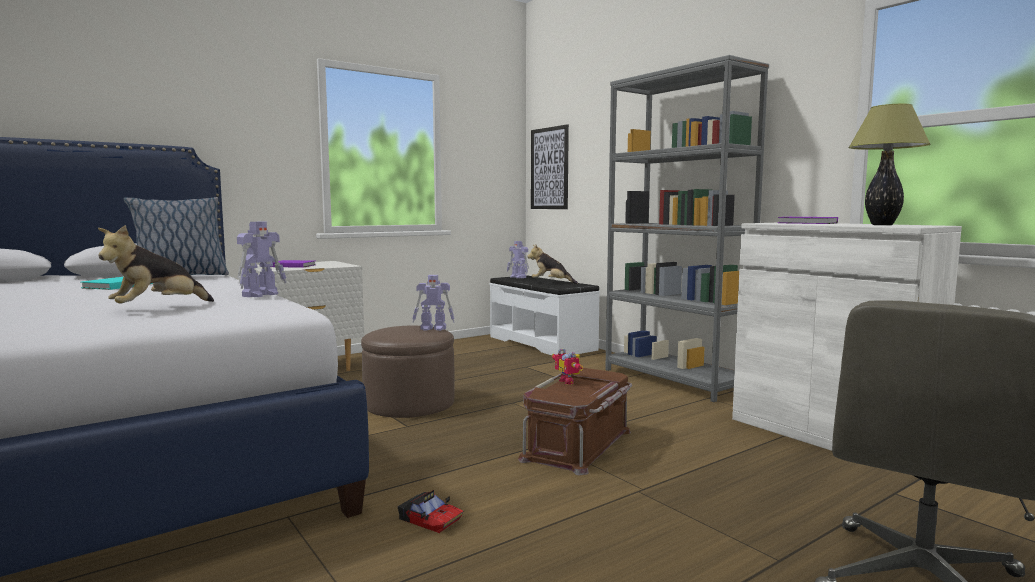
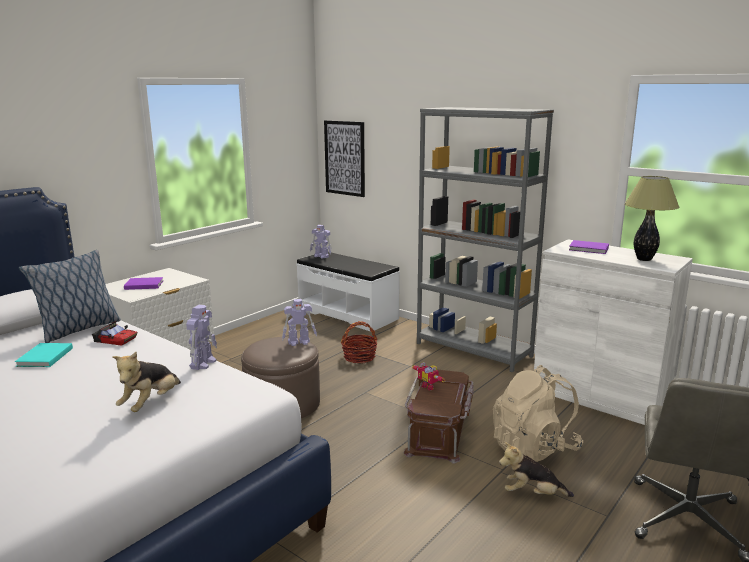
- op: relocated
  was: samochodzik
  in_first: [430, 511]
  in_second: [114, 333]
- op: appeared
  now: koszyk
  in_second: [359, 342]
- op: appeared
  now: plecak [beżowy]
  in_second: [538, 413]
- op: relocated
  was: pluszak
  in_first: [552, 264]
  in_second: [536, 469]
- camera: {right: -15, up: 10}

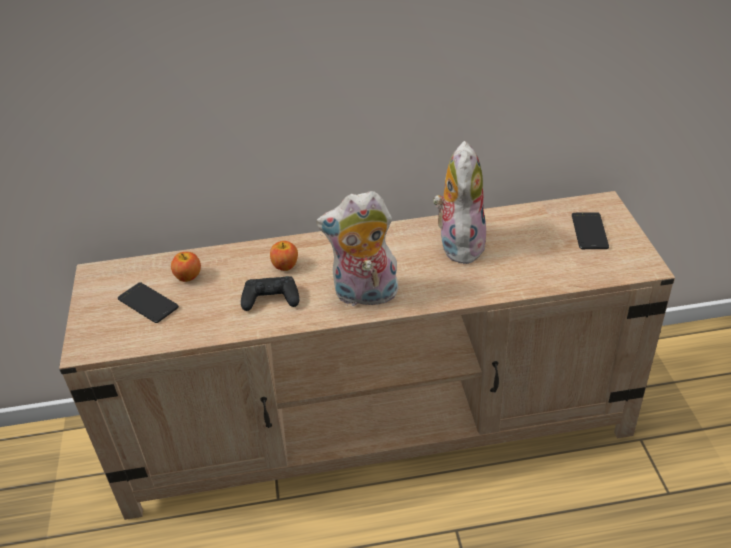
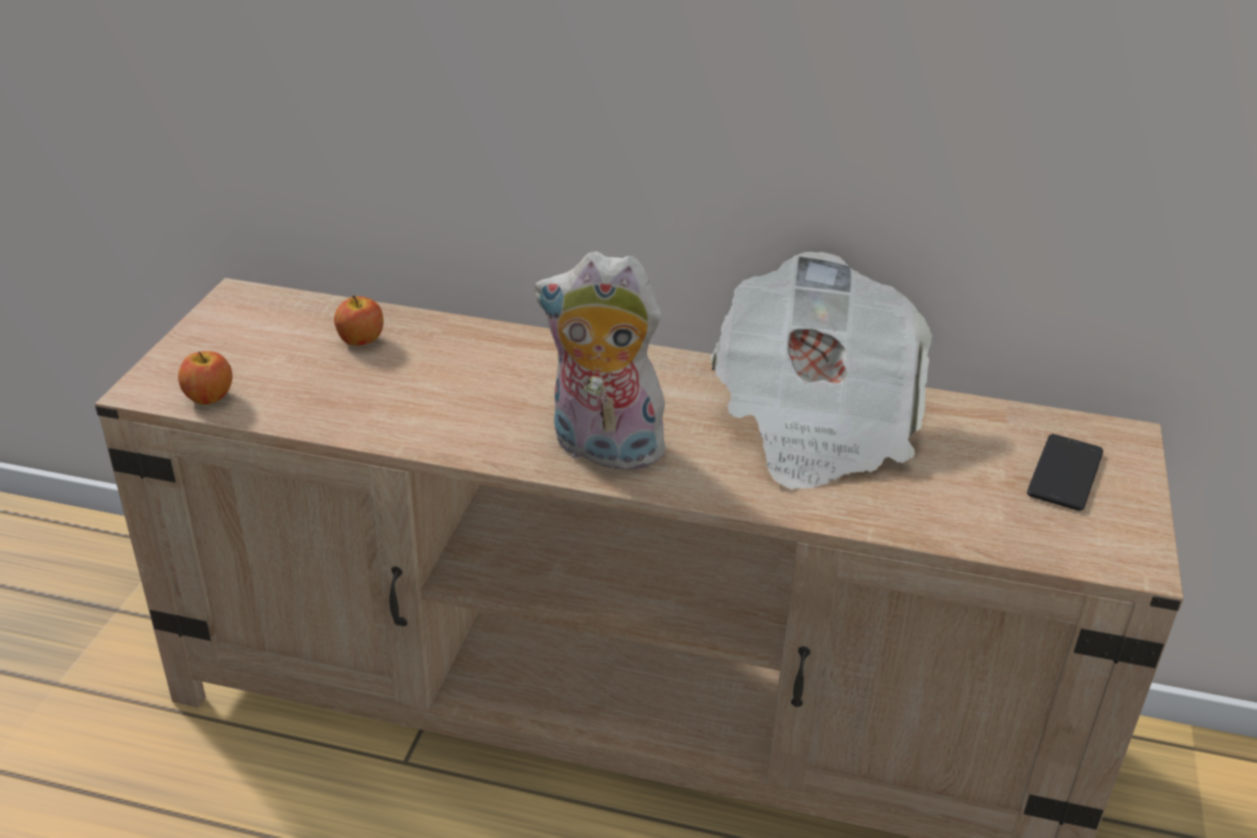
- op: relocated
  was: jabłko
  in_first: [284, 256]
  in_second: [205, 378]
- op: exchanged
  was: pluszak
  now: gazeta
  in_first: [459, 202]
  in_second: [821, 370]
- op: missing
  was: telefon
  in_first: [148, 302]
- op: missing
  was: pad do gier [czarny]
  in_first: [270, 293]
- camera: {right: 20, up: -5}

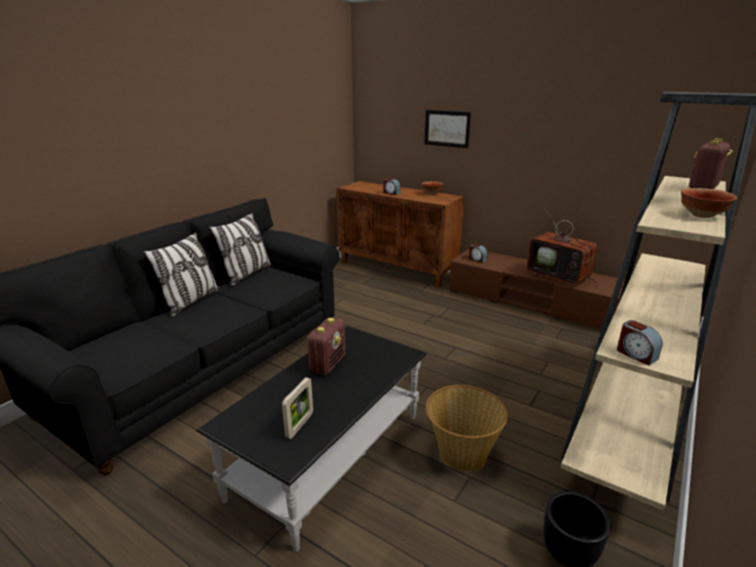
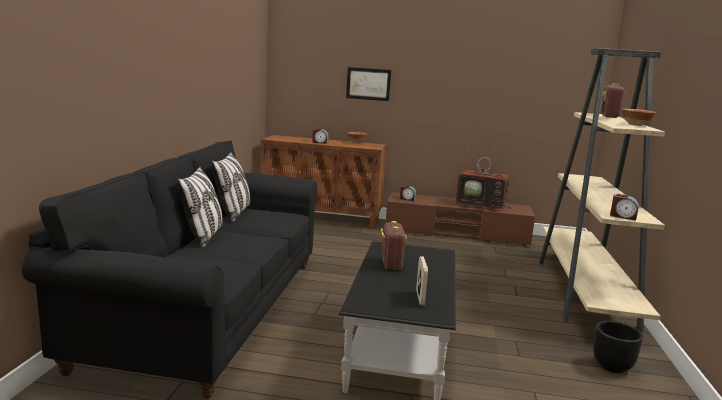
- op: missing
  was: koszyk
  in_first: [467, 428]
- camera: {right: -25, up: -10}

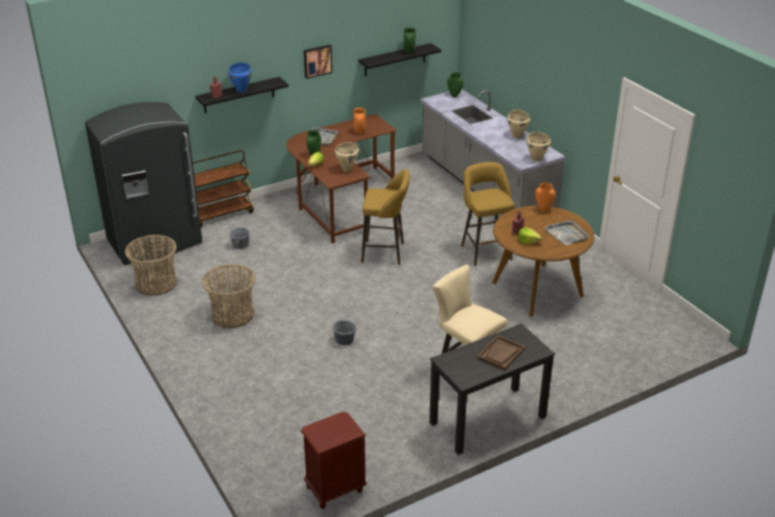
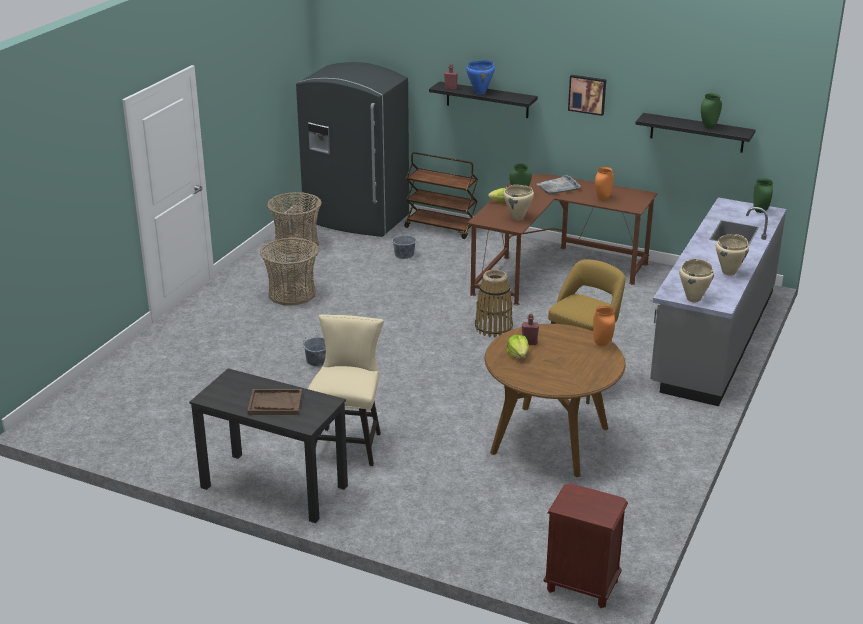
- op: exchanged
  was: stołek [żółty]
  now: koszyk
  in_first: [385, 217]
  in_second: [494, 303]
- op: relocated
  was: szafka nocna [brązowy]
  in_first: [334, 460]
  in_second: [585, 546]
- op: missing
  was: taca [szary]
  in_first: [566, 232]
- camera: {right: 55, up: -5}

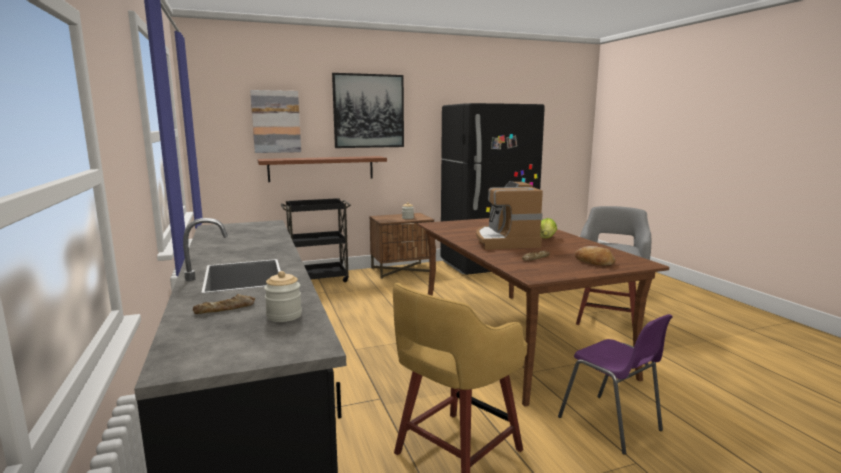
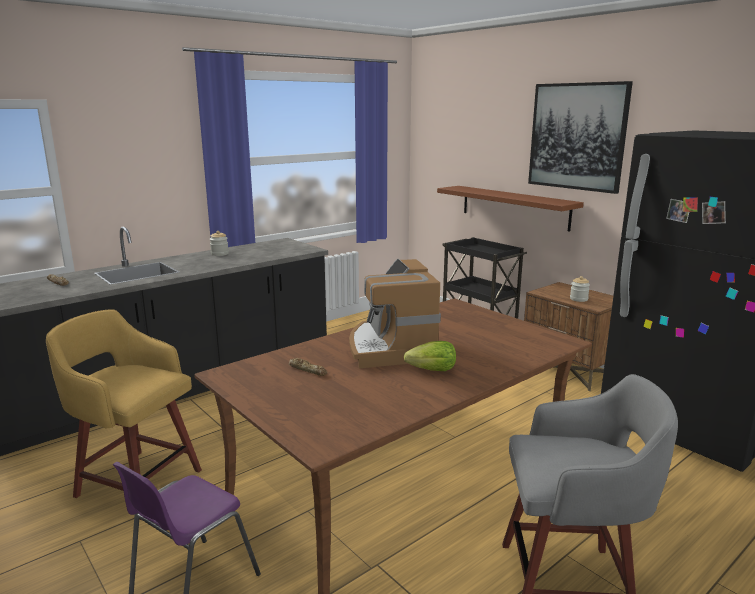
- op: relocated
  was: słoik
  in_first: [283, 296]
  in_second: [219, 243]
- op: spun
  was: ekspres do kawy
  in_first: [509, 215]
  in_second: [395, 313]
  clockwise: -75
- op: missing
  was: obraz
  in_first: [275, 121]
- op: missing
  was: chleb
  in_first: [595, 256]
- camera: {right: 70, up: 5}

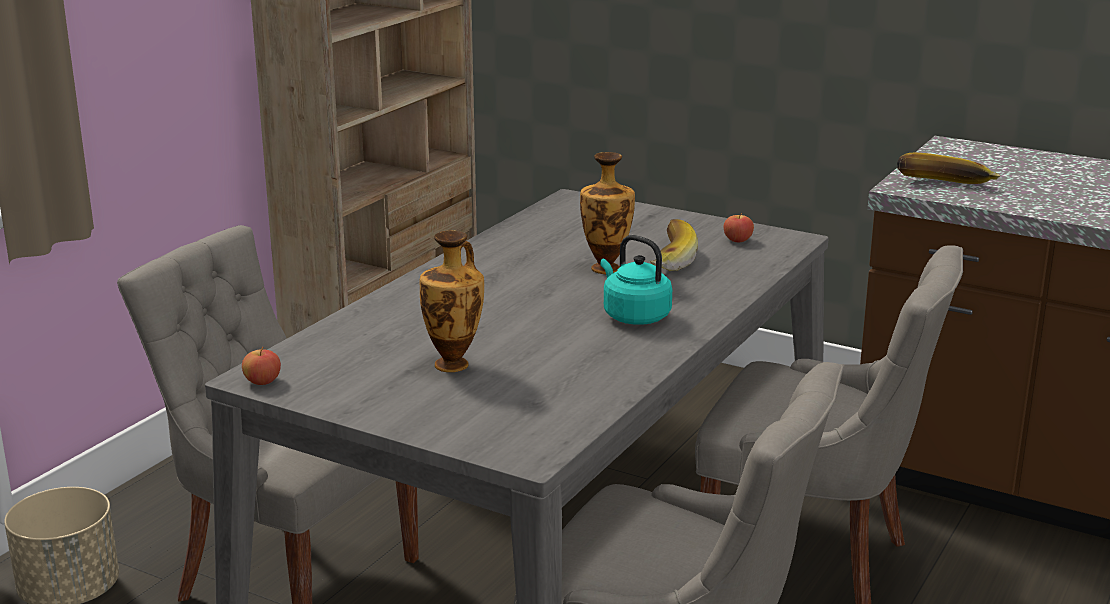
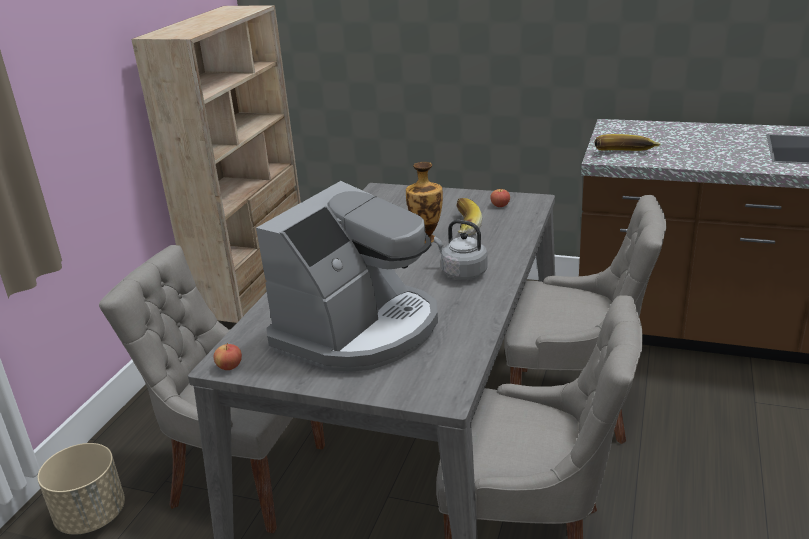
- op: exchanged
  was: wazon
  now: ekspres do kawy
  in_first: [452, 301]
  in_second: [347, 276]
- op: colour
  was: czajnik [turkusowy]
  now: czajnik [szary]
  in_first: [636, 280]
  in_second: [461, 250]
- camera: {right: -10, up: 5}

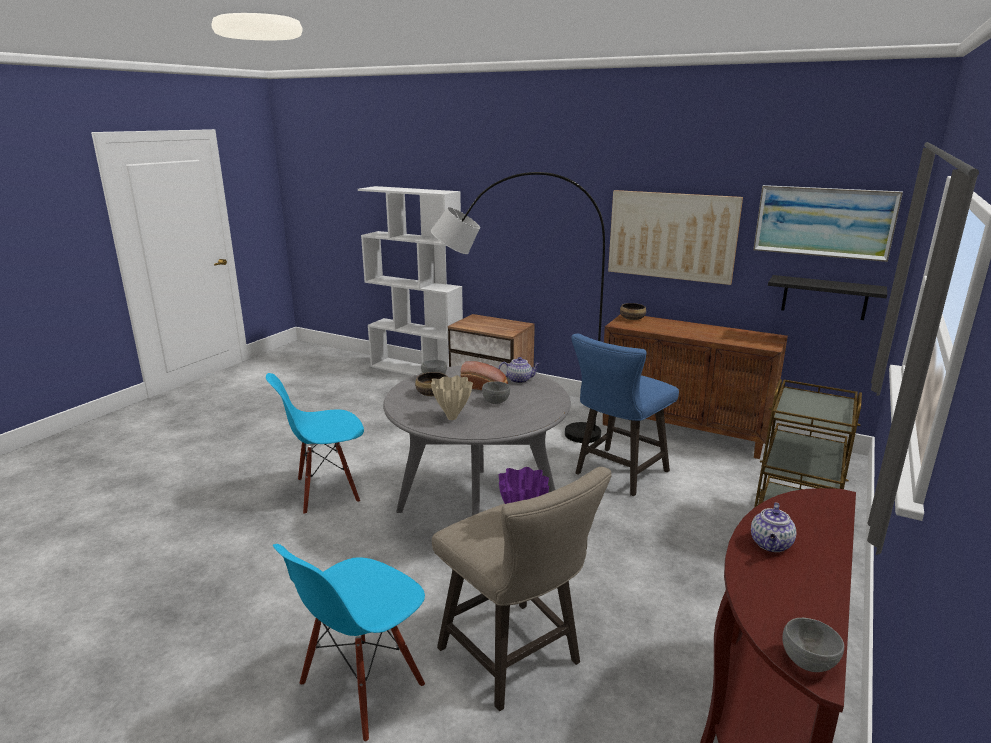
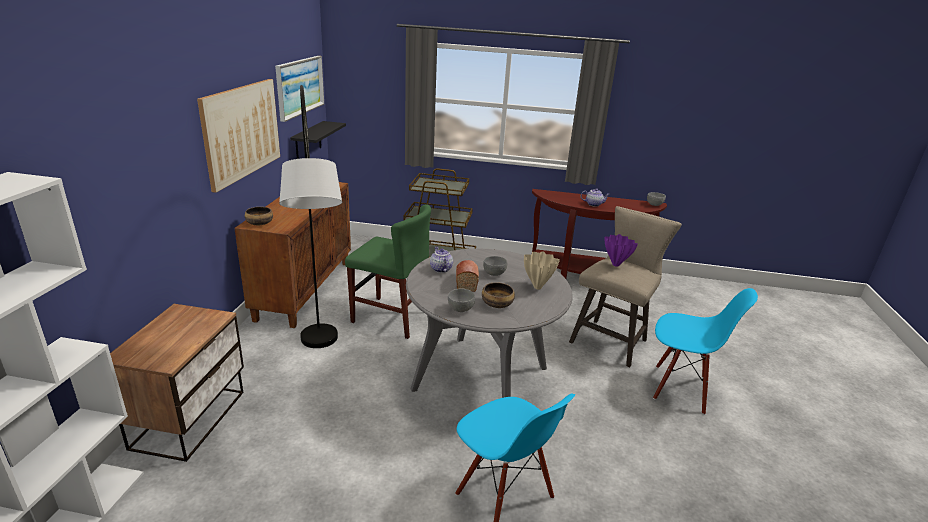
- op: exchanged
  was: stołek [niebieski]
  now: krzesło [zielony]
  in_first: [625, 414]
  in_second: [388, 271]
- camera: {right: -110, up: 5}

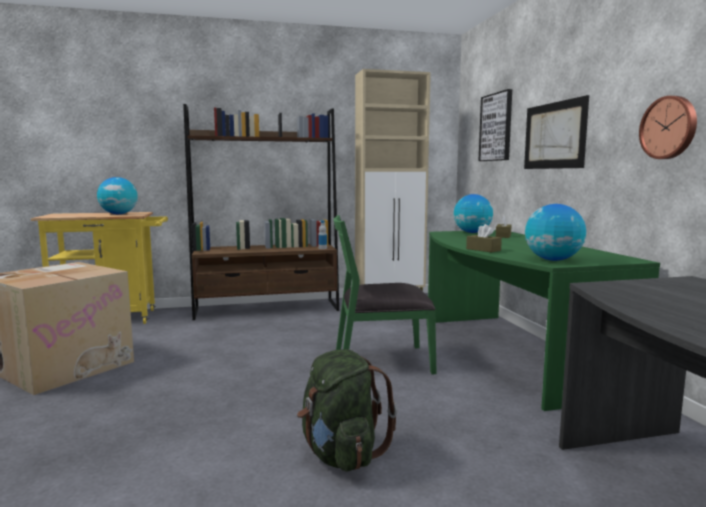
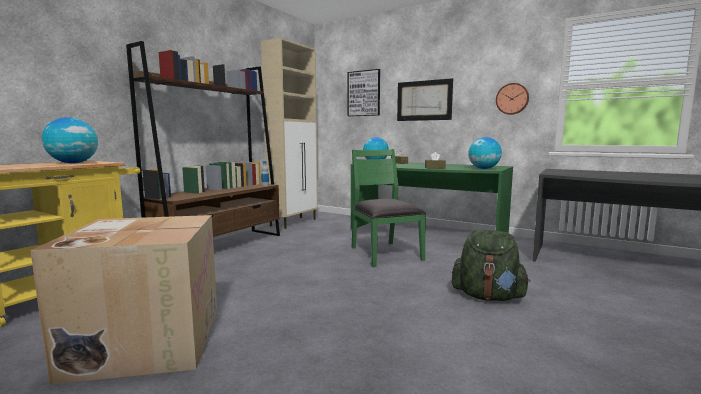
- op: spun
  was: krzesło [zielony]
  in_first: [385, 294]
  in_second: [389, 208]
  clockwise: 120
- camera: {right: -45, up: 0}

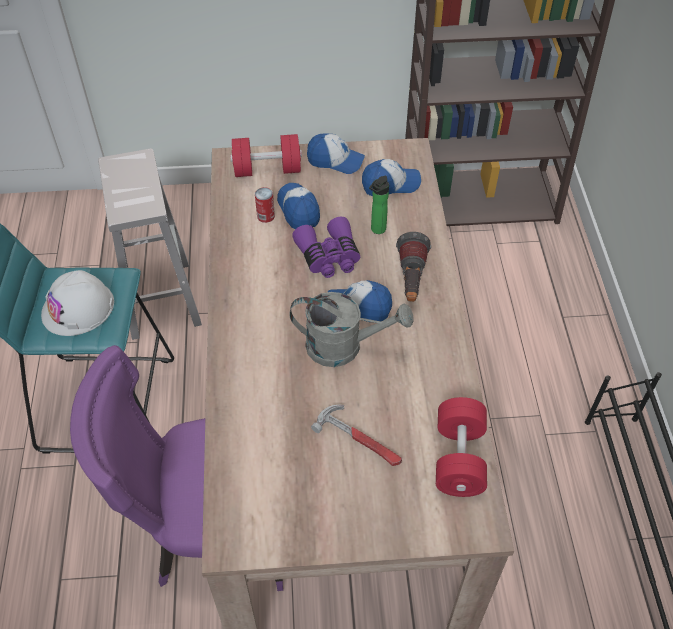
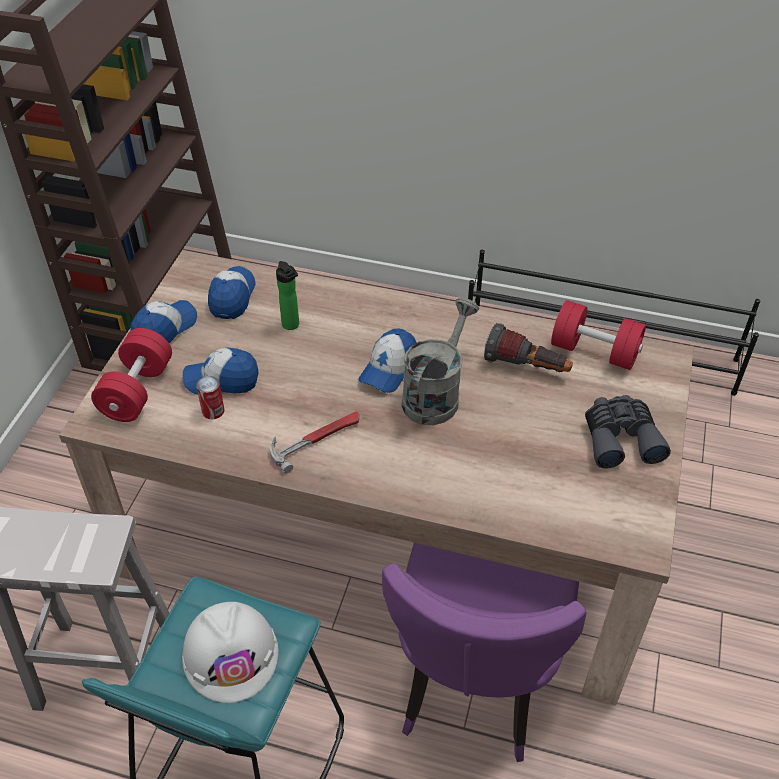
- op: relocated
  was: młotek
  in_first: [356, 435]
  in_second: [314, 442]
- op: relocated
  was: latarka
  in_first: [413, 267]
  in_second: [528, 347]
- op: appeared
  now: lornetka [szary]
  in_second: [628, 431]
- op: missing
  was: lornetka [fioletowy]
  in_first: [326, 247]
- camera: {right: -70, up: -5}

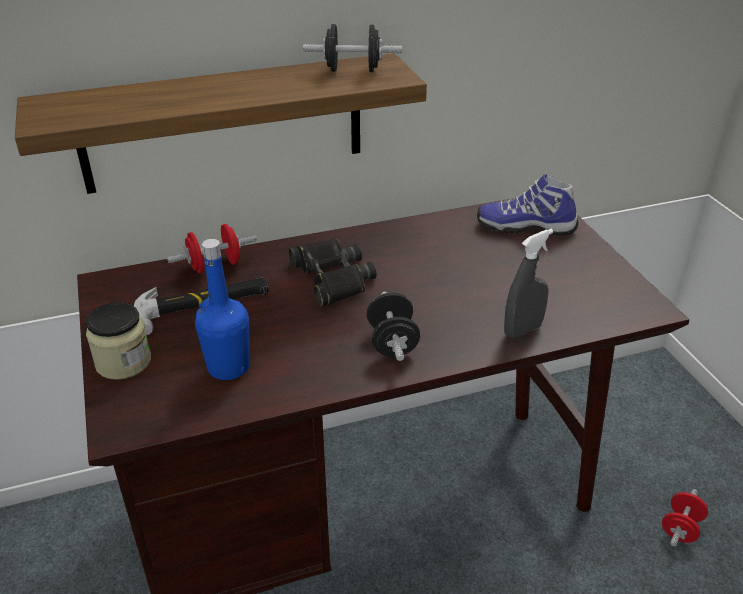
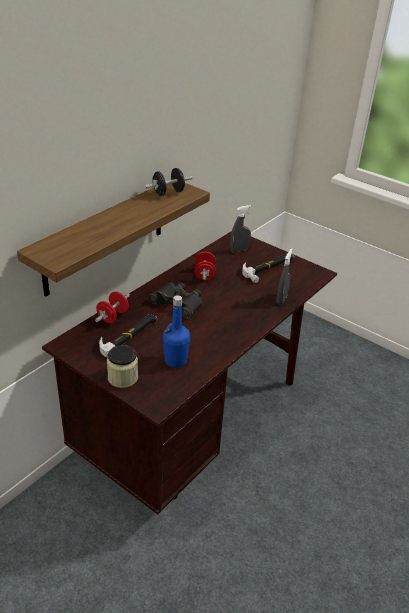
- op: relocated
  was: hantel [czerwony]
  in_first: [685, 518]
  in_second: [205, 266]
- op: exchanged
  was: but
  now: spryskiwacz [szary]
  in_first: [527, 204]
  in_second: [241, 229]
- op: appeared
  now: młotek
  in_second: [268, 268]
- op: missing
  was: hantel [czarny]
  in_first: [393, 326]
- camera: {right: -35, up: 0}

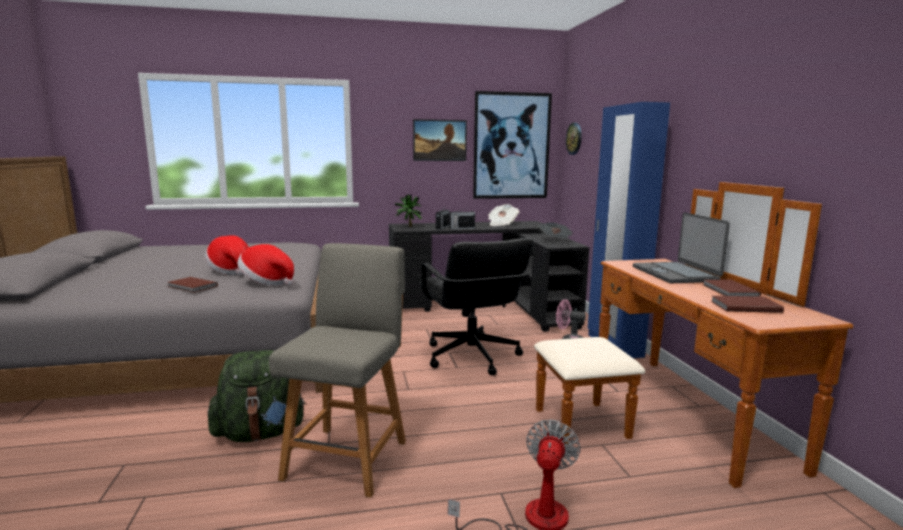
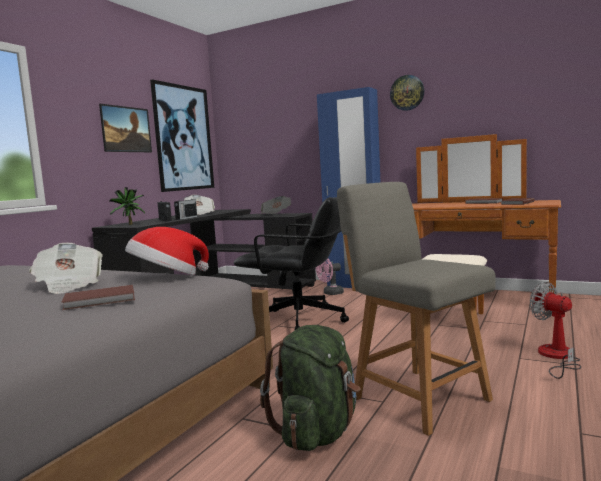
- op: exchanged
  was: kapelusz
  now: gazeta
  in_first: [227, 255]
  in_second: [65, 268]
- op: relocated
  was: zegar ścienny
  in_first: [574, 138]
  in_second: [407, 93]
- op: missing
  was: laptop
  in_first: [681, 247]
- camera: {right: -50, up: -5}

